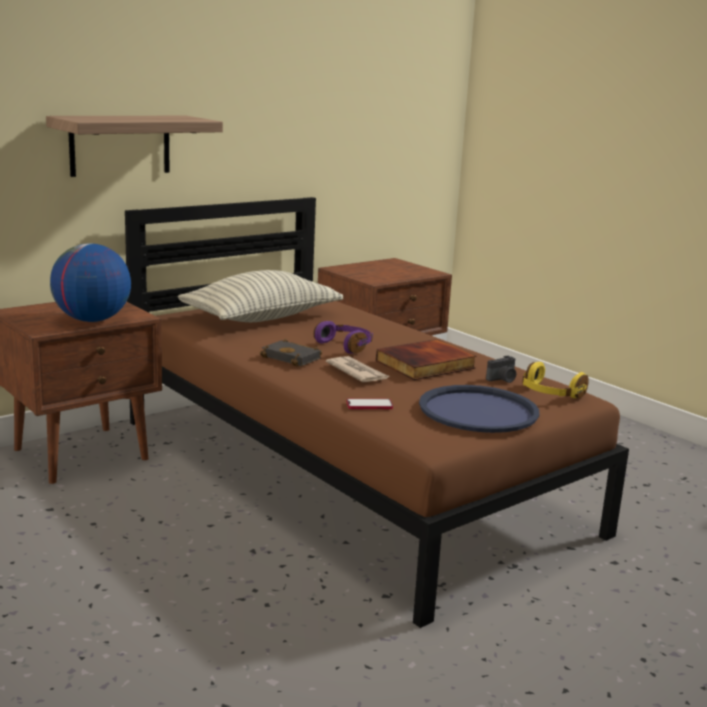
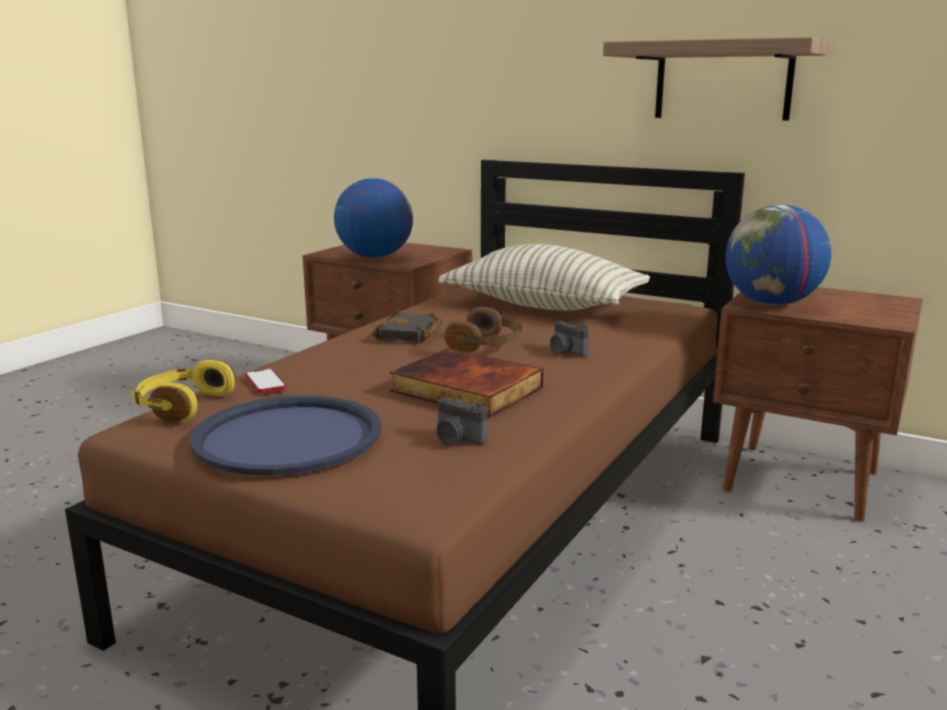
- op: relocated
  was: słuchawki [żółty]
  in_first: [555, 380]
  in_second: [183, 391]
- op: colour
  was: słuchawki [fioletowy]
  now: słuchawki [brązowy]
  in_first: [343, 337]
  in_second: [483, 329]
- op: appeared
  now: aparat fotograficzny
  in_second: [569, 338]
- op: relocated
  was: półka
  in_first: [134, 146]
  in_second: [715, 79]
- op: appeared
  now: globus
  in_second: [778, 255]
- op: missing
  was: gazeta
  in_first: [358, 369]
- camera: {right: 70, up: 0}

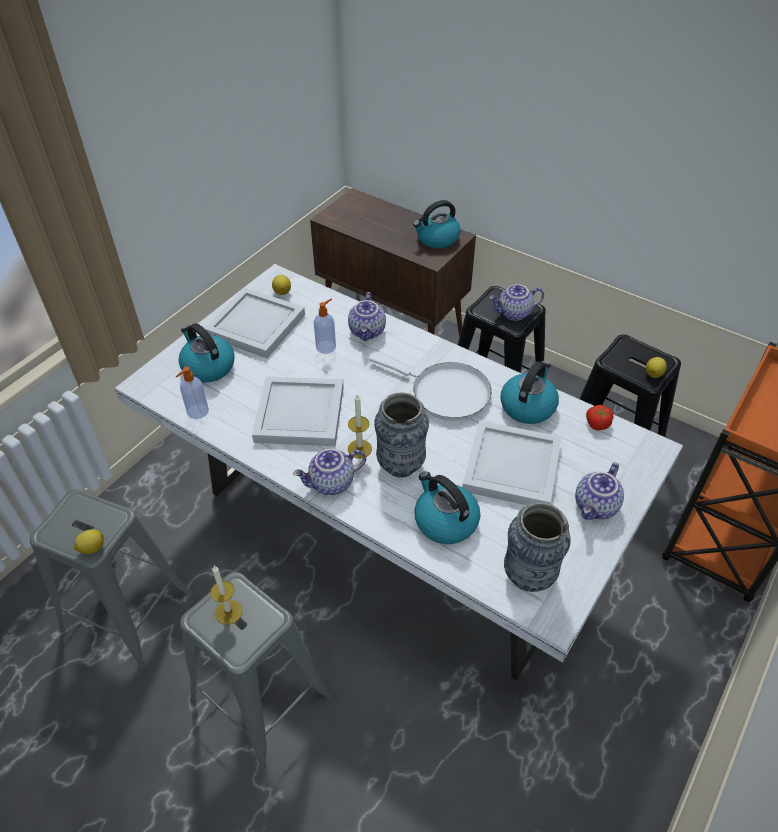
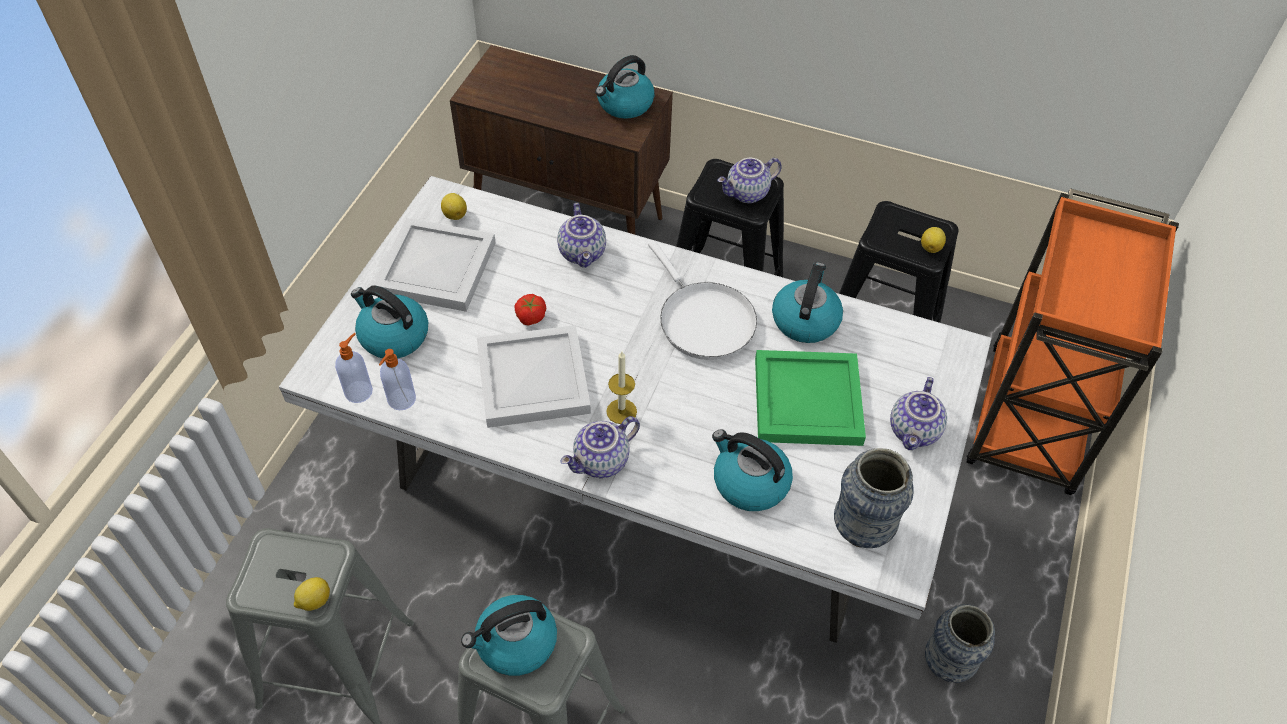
- op: relocated
  was: dozownik mydła
  in_first: [325, 326]
  in_second: [354, 368]
- op: exchanged
  was: świeca
  now: czajnik
  in_first: [226, 595]
  in_second: [509, 635]
- op: relocated
  was: pomidor
  in_first: [600, 417]
  in_second: [530, 310]
- op: spun
  was: patelnia [biały]
  in_first: [430, 388]
  in_second: [702, 300]
  clockwise: 45
- op: colour
  was: taca [biały]
  now: taca [zielony]
  in_first: [512, 462]
  in_second: [810, 398]
- op: relocated
  was: wazon
  in_first: [401, 435]
  in_second: [960, 643]
- camera: {right: -15, up: 5}

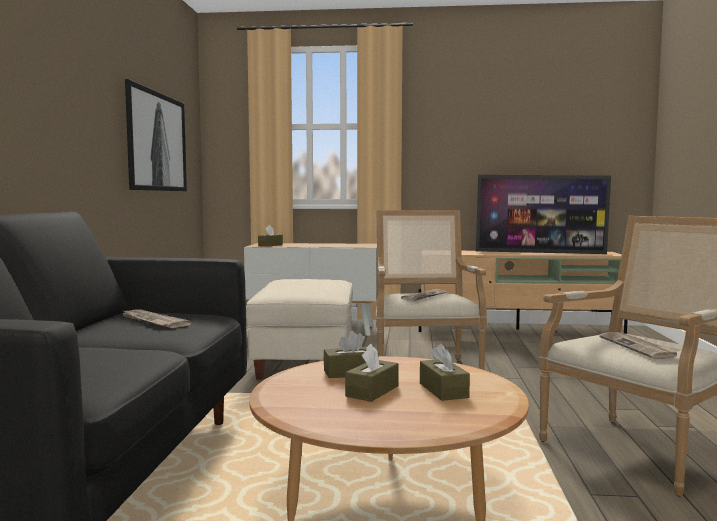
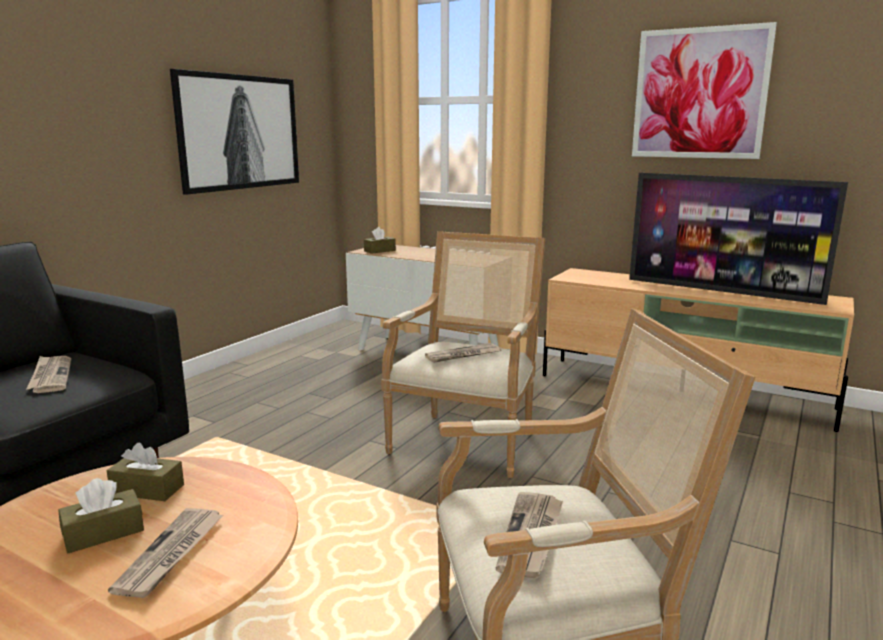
- op: exchanged
  was: pudełko chusteczek [brązowy]
  now: gazeta
  in_first: [445, 372]
  in_second: [165, 553]
- op: appeared
  now: obraz
  in_second: [704, 90]
- op: missing
  was: pufa [beżowy]
  in_first: [299, 329]
- camera: {right: 25, up: 10}

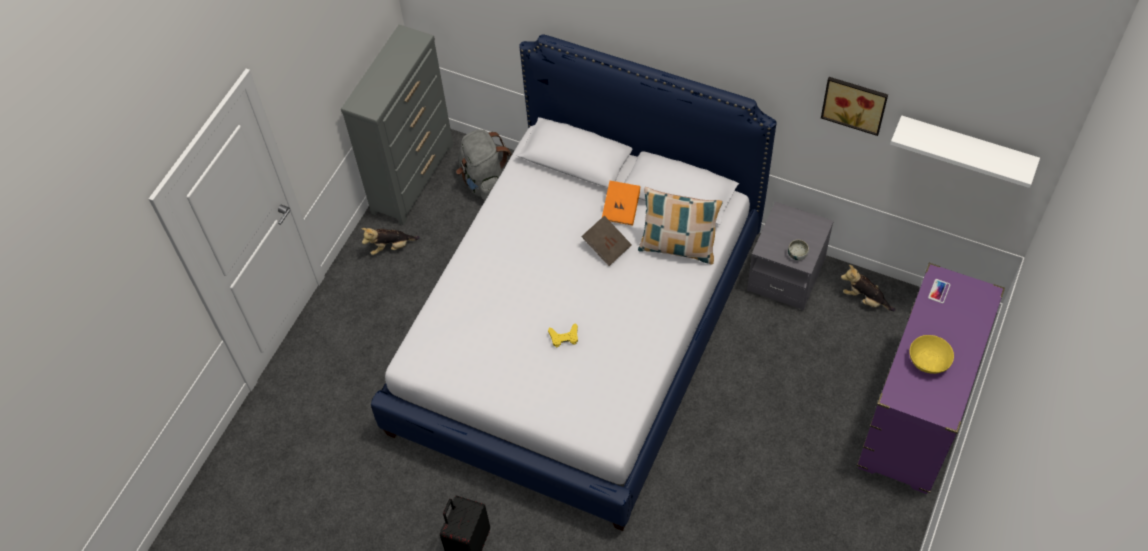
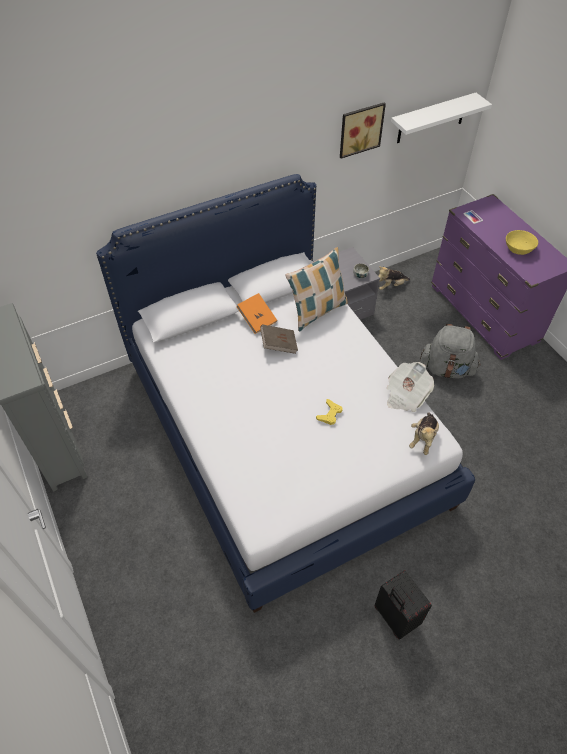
- op: appeared
  now: gazeta
  in_second: [410, 387]
- op: relocated
  was: pluszak
  in_first: [390, 241]
  in_second: [424, 433]
- op: relocated
  was: plecak [szary]
  in_first: [484, 165]
  in_second: [450, 351]
- camera: {right: -55, up: -5}

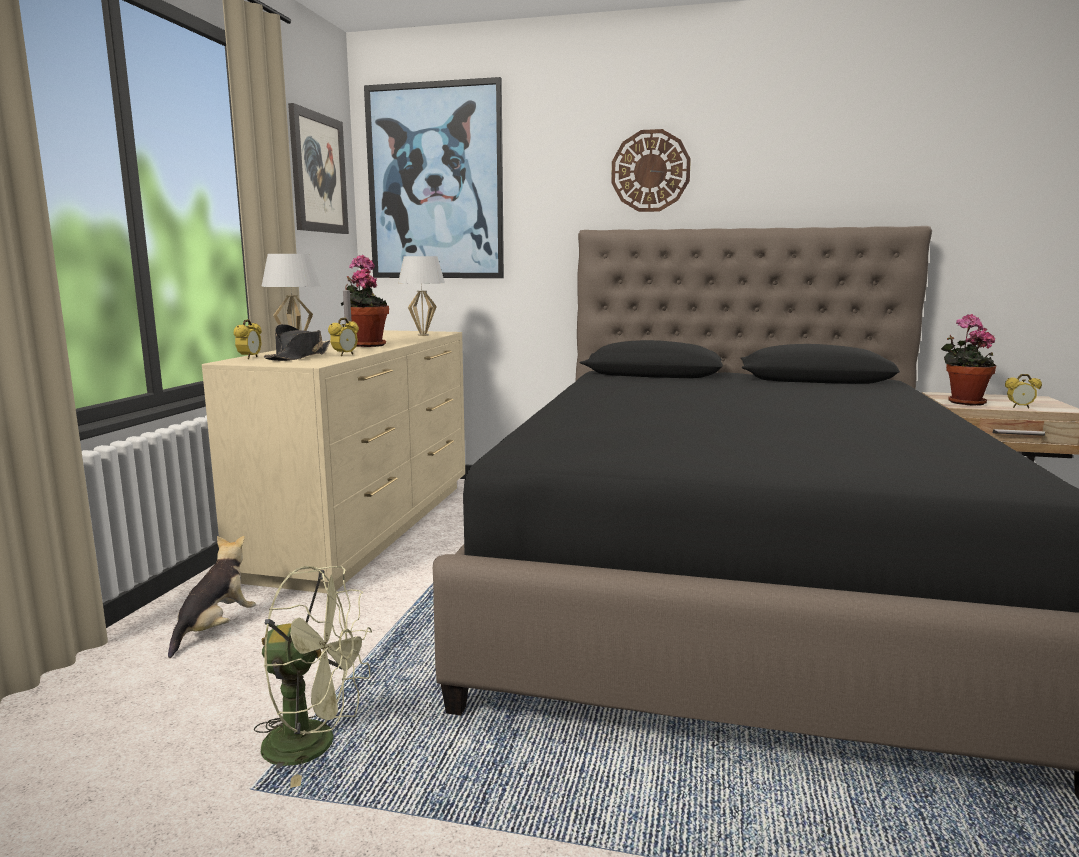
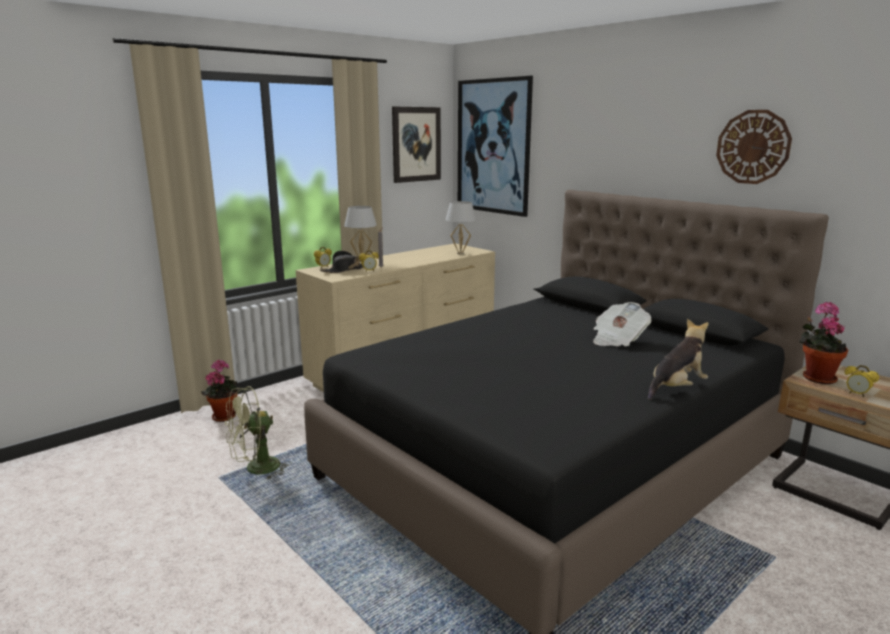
- op: relocated
  was: roślina doniczkowa
  in_first: [365, 301]
  in_second: [221, 391]
- op: spun
  was: wentylator [zielony]
  in_first: [312, 677]
  in_second: [258, 433]
  clockwise: 105
- op: appeared
  now: gazeta
  in_second: [622, 324]
- op: relocated
  was: pluszak
  in_first: [212, 597]
  in_second: [678, 359]
- op: relocated
  was: zegar ścienny
  in_first: [651, 170]
  in_second: [754, 147]
- camera: {right: 35, up: 5}

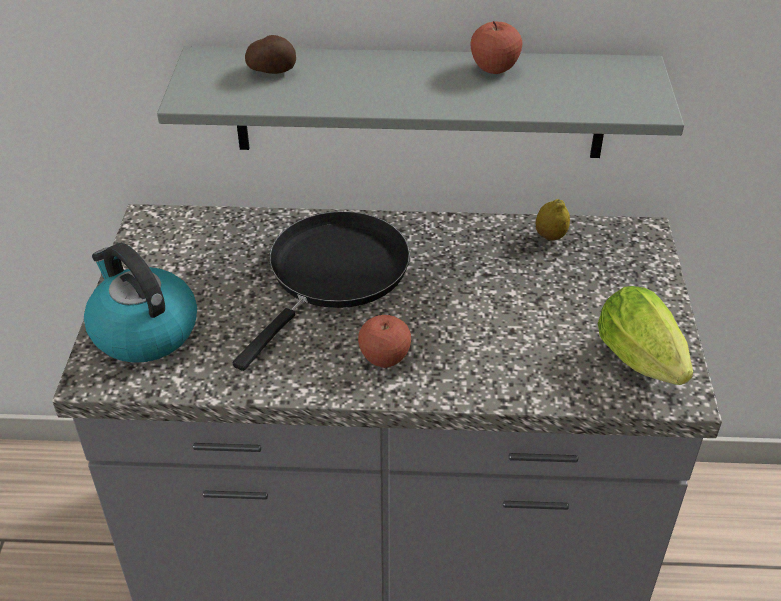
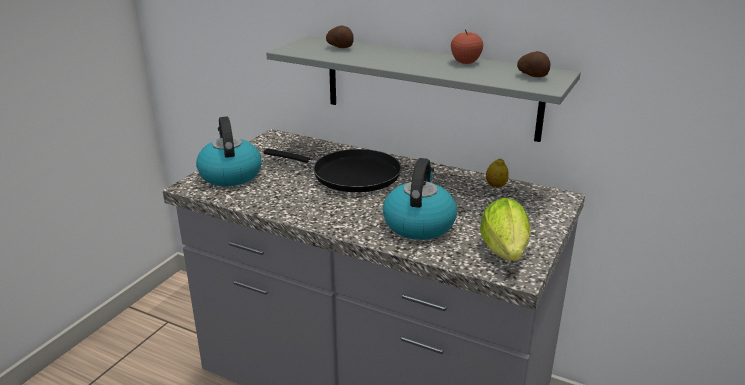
- op: spun
  was: patelnia [czarny]
  in_first: [321, 291]
  in_second: [332, 170]
  clockwise: 60
- op: appeared
  now: czajnik
  in_second: [420, 199]
- op: appeared
  now: ziemniak
  in_second: [534, 64]
- op: missing
  was: jabłko
  in_first: [384, 341]
- camera: {right: 25, up: -15}

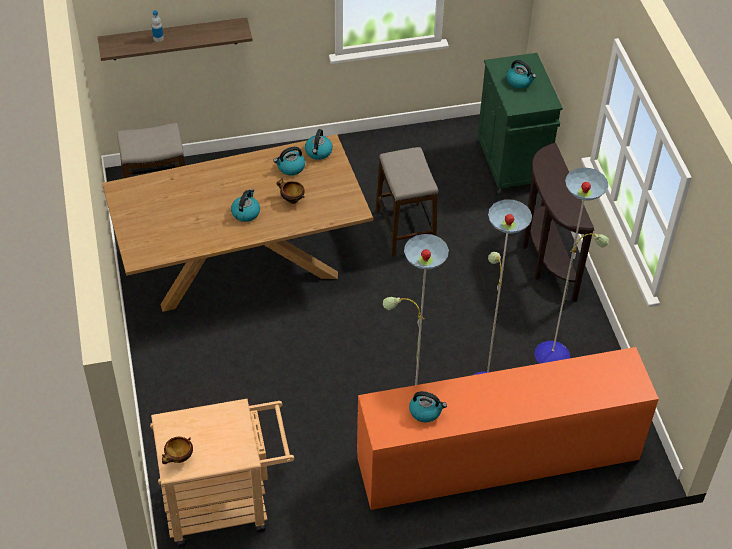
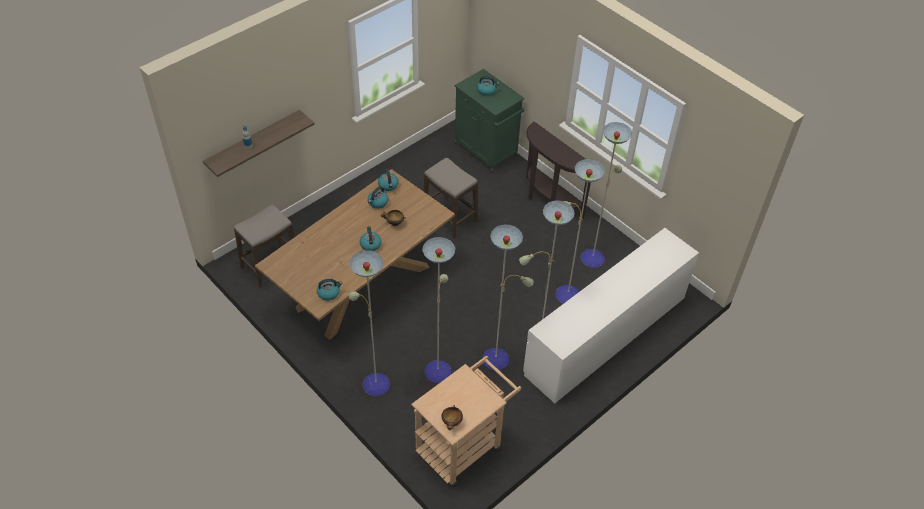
- op: relocated
  was: czajnik
  in_first: [428, 407]
  in_second: [329, 290]
- op: appeared
  now: lampa stojąca
  in_second: [441, 310]
- op: colour
  was: komoda [pomarańczowy]
  now: komoda [biały]
  in_first: [508, 428]
  in_second: [611, 315]
- camera: {right: -30, up: 0}

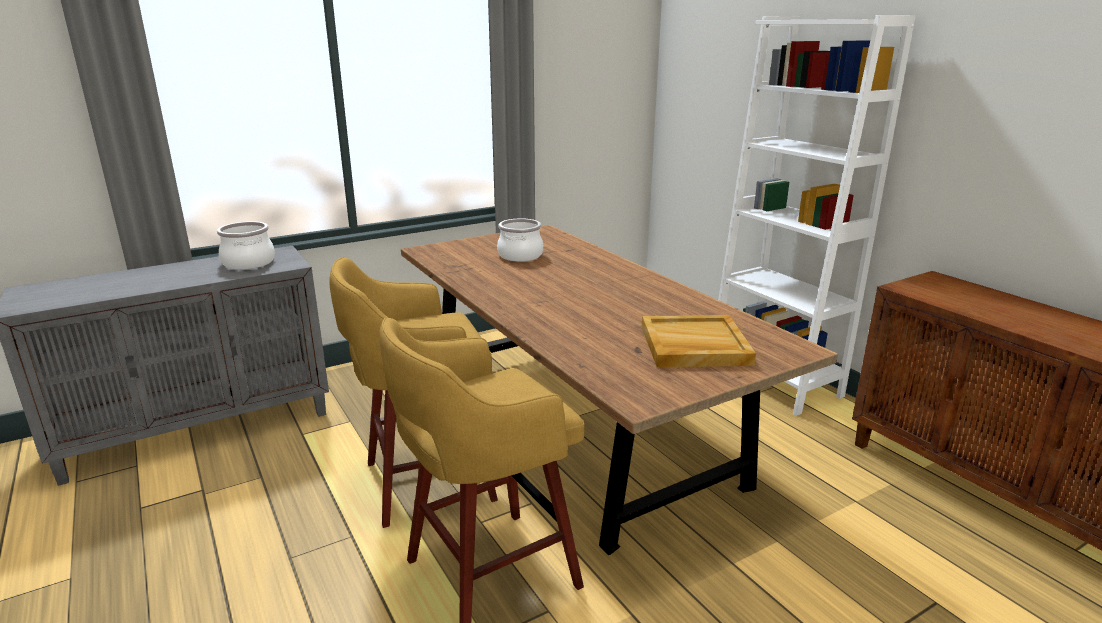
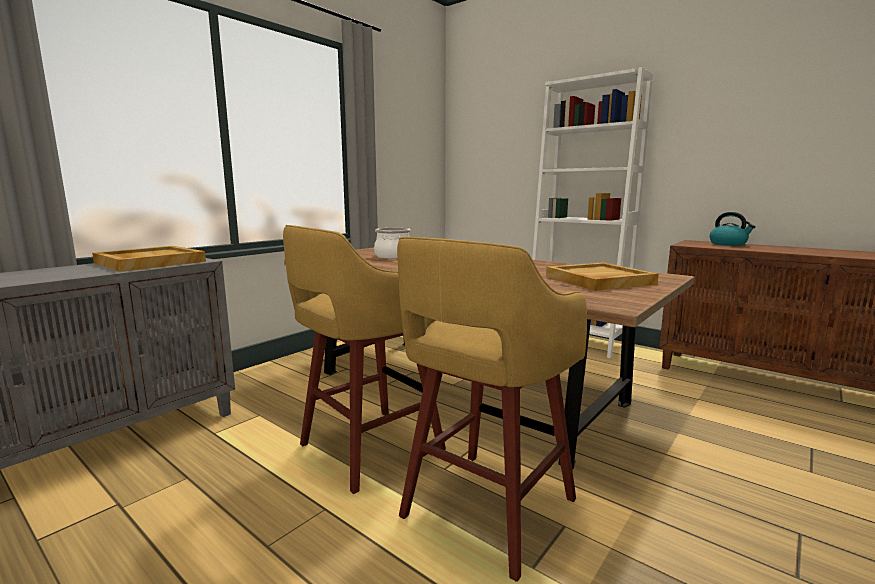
- op: exchanged
  was: garnek
  now: taca [beżowy]
  in_first: [246, 245]
  in_second: [149, 259]
- op: appeared
  now: czajnik
  in_second: [733, 229]
- camera: {right: -20, up: -10}

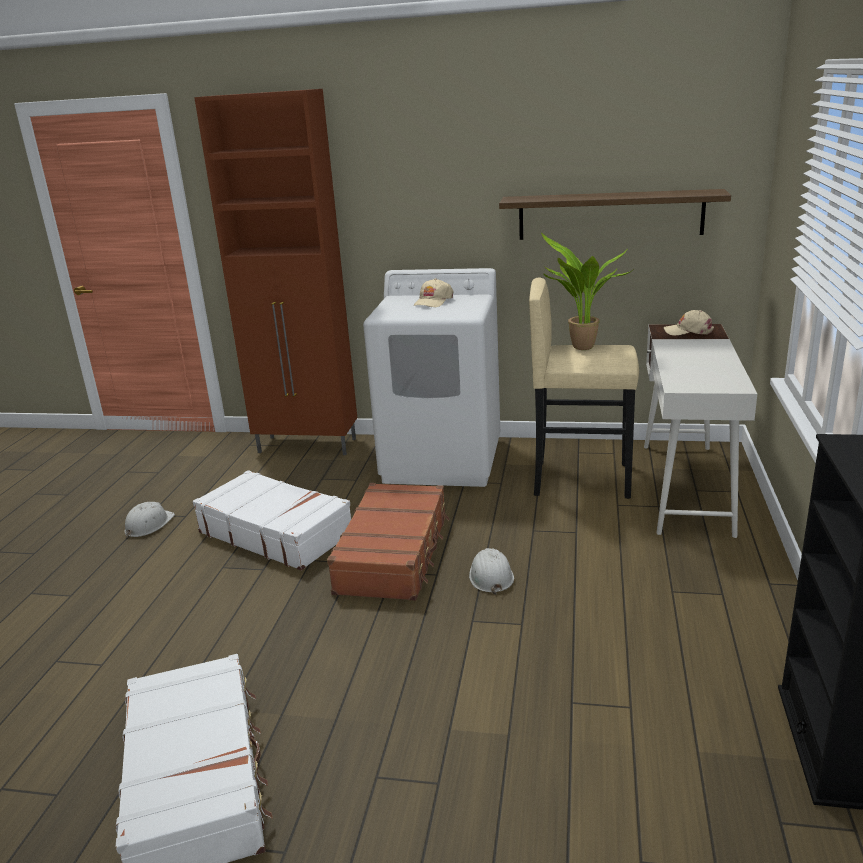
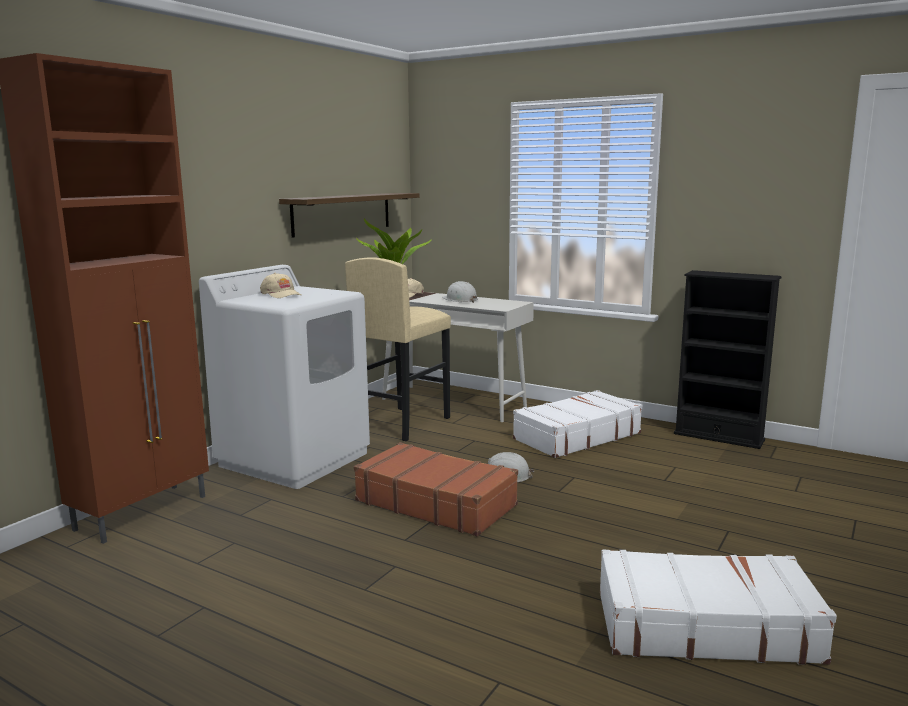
- op: relocated
  was: kask [biały]
  in_first: [149, 519]
  in_second: [460, 292]
- op: relocated
  was: walizka [biały]
  in_first: [271, 520]
  in_second: [577, 424]
- camera: {right: -70, up: -10}

